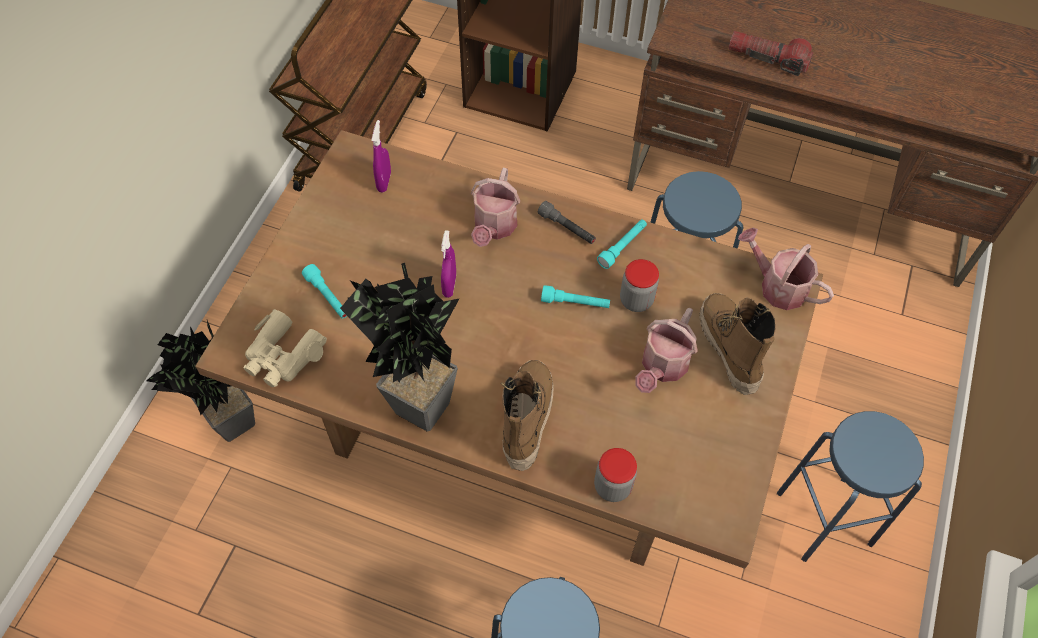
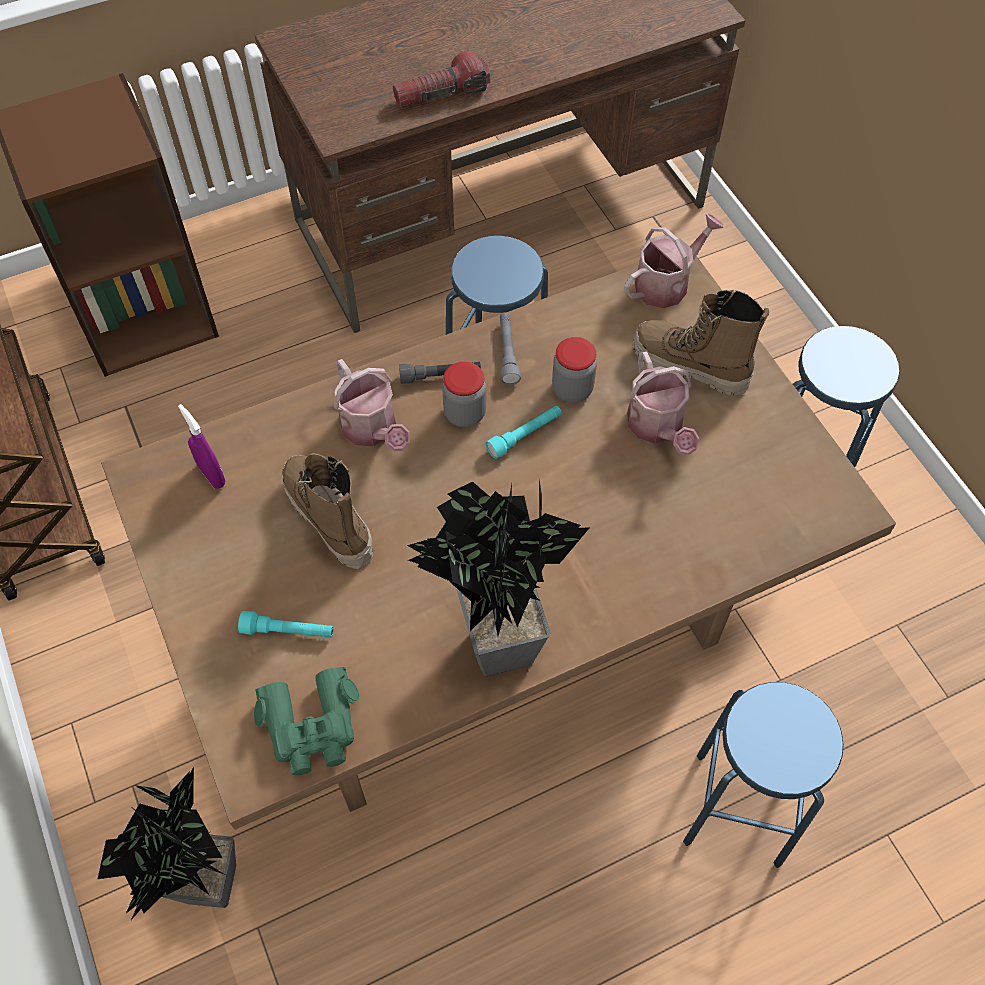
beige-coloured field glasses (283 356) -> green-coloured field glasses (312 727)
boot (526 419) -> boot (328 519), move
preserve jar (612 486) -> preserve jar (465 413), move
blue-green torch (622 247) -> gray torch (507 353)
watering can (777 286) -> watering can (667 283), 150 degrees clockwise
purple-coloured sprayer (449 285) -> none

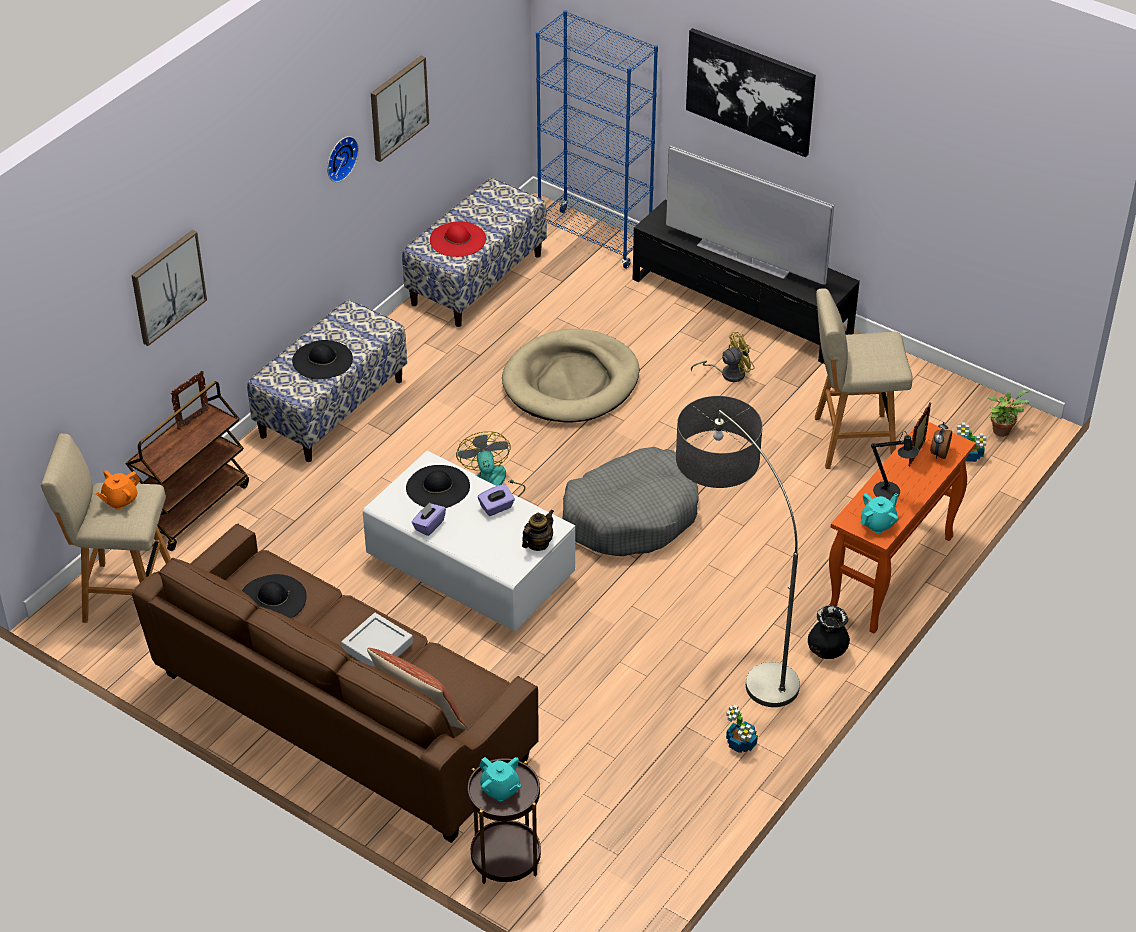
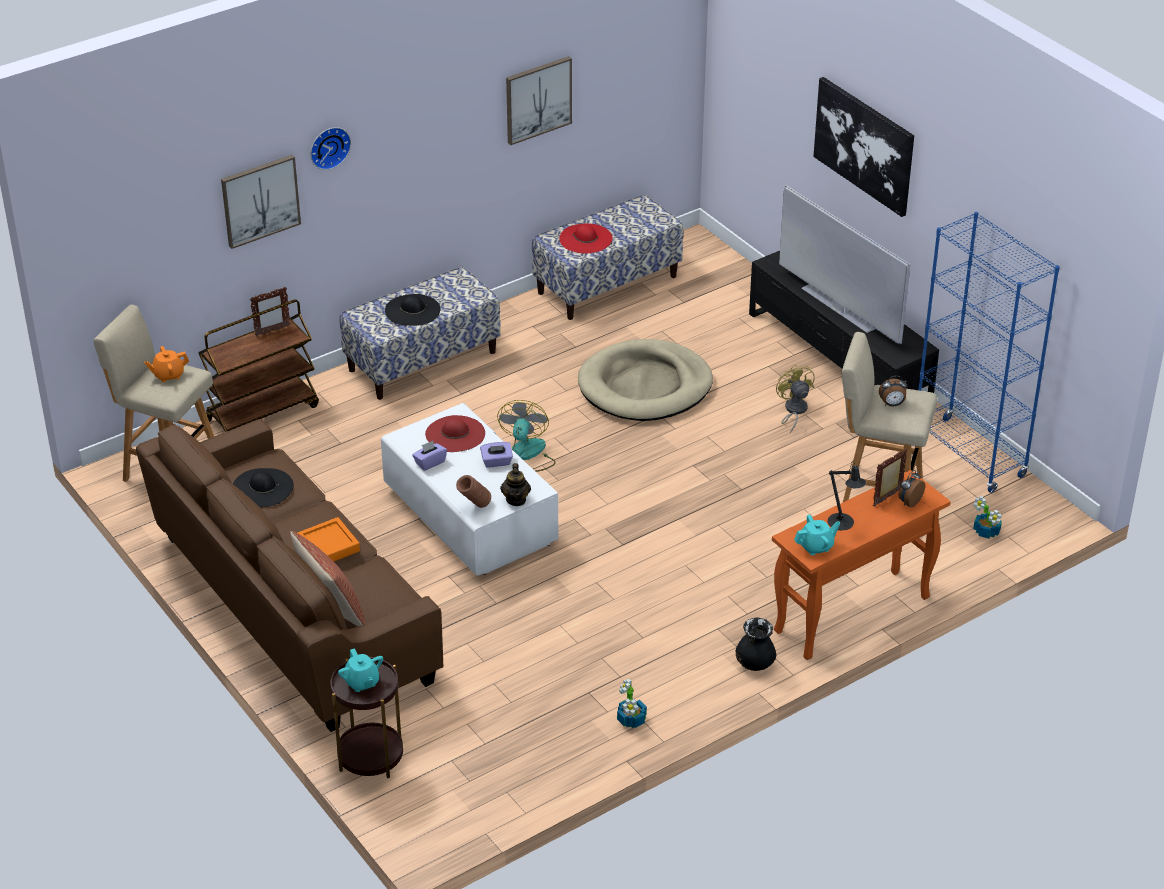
gray serving tray (377 646) -> orange-coloured serving tray (328 546)
clock on the wall (339 157) -> clock on the wall (328 146), move
black wearable hat (438 487) -> red-coloured wearable hat (455 434)
none -> brown-coloured flower vase (474 506)
pot for tea (538 544) -> pot for tea (516 499), 120 degrees clockwise
yellow-coloured cooling fan (728 373) -> yellow-coloured cooling fan (793 411), 105 degrees counterclockwise
none -> table clock (892 404)
blue-coloured bookshelf (595 239) -> blue-coloured bookshelf (969 455), move
gray dog cushion (632 515) -> none
standing lamp (728 649) -> none
plant in a pot (1002 429) -> none

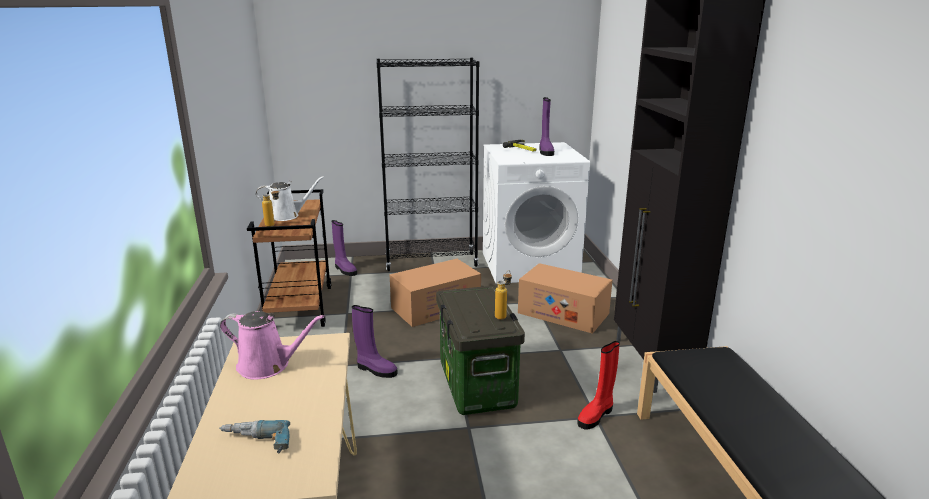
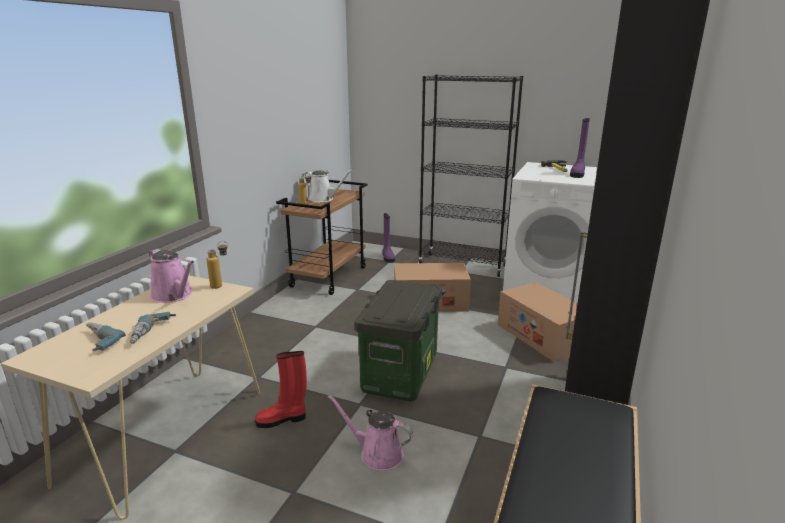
none -> drill (153 333)
beverage bottle (503 315) -> beverage bottle (221 285), move
red-coloured boot (596 415) -> red-coloured boot (282 419), move
none -> pinkish watering can (377 454)
purple-coloured boot (375 370) -> none

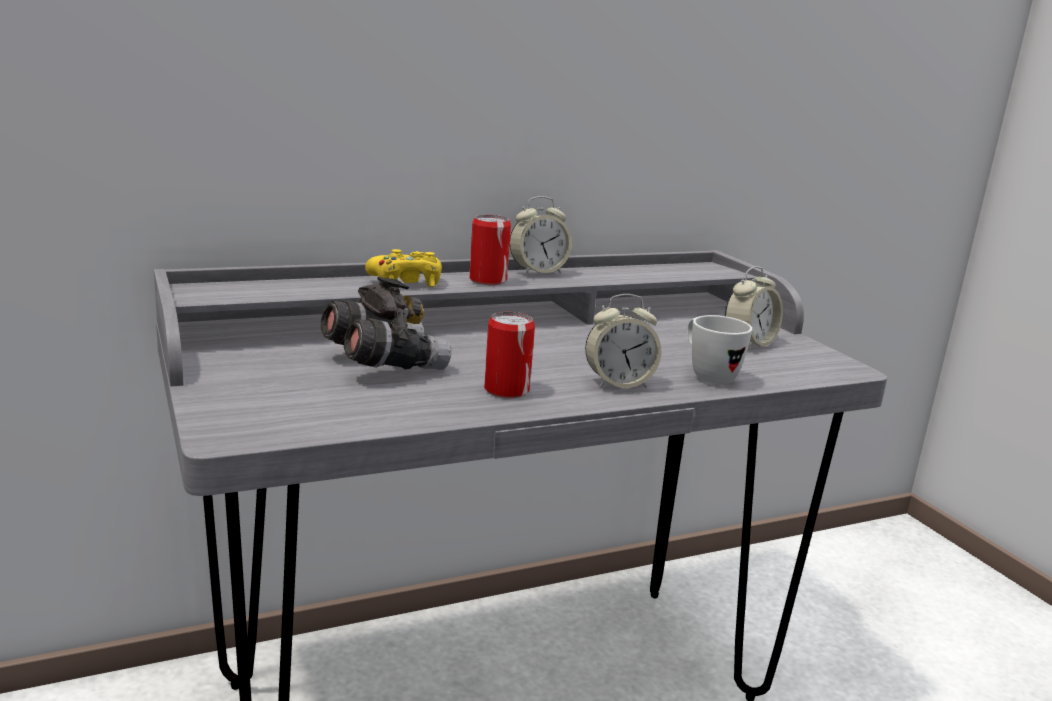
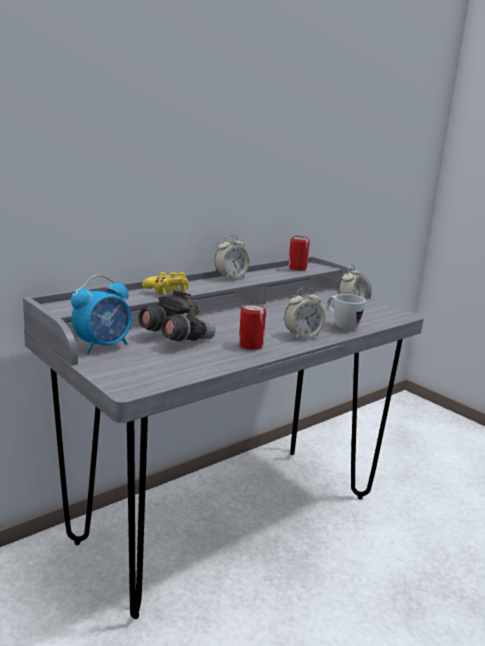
none -> table clock (103 346)
metal can (488 280) -> metal can (297 268), move

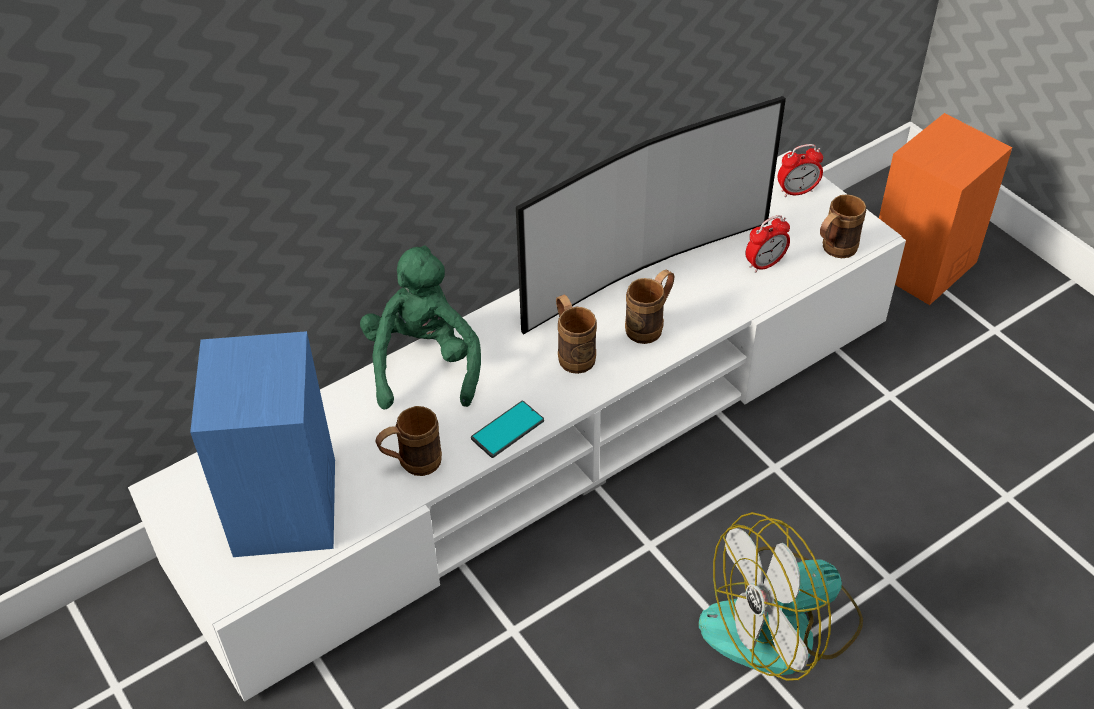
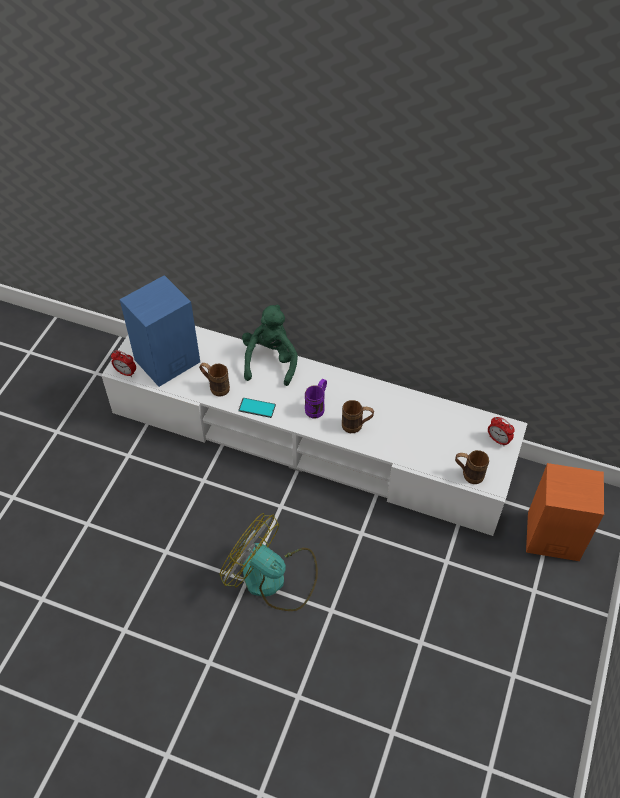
table clock (765 264) -> table clock (126 372), move
green-coloured plush toy (424 364) -> green-coloured plush toy (270 361), 45 degrees counterclockwise
brown-coloured coffee mug (572 353) -> purple-coloured coffee mug (317 407)
TV (642 269) -> none

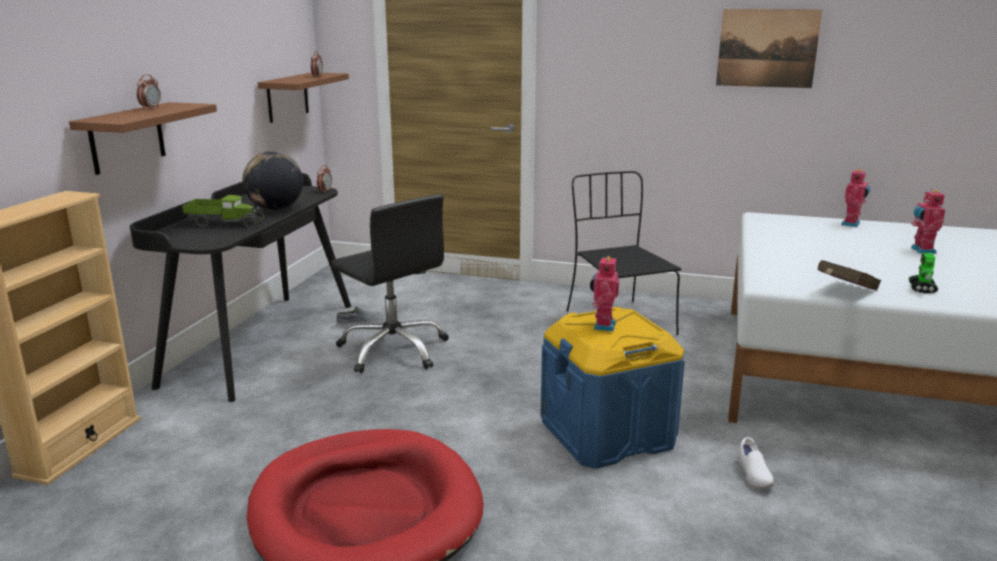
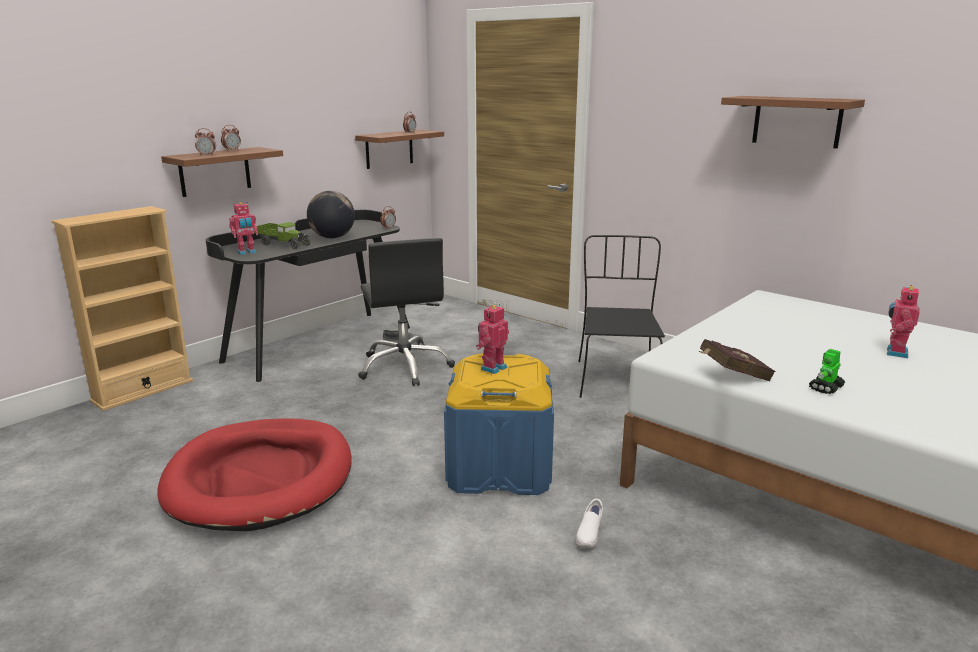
none -> table clock (207 155)
model robot (852 224) -> model robot (246 252), move
wall picture (767 48) -> brown-coloured wall shelf (797 121)

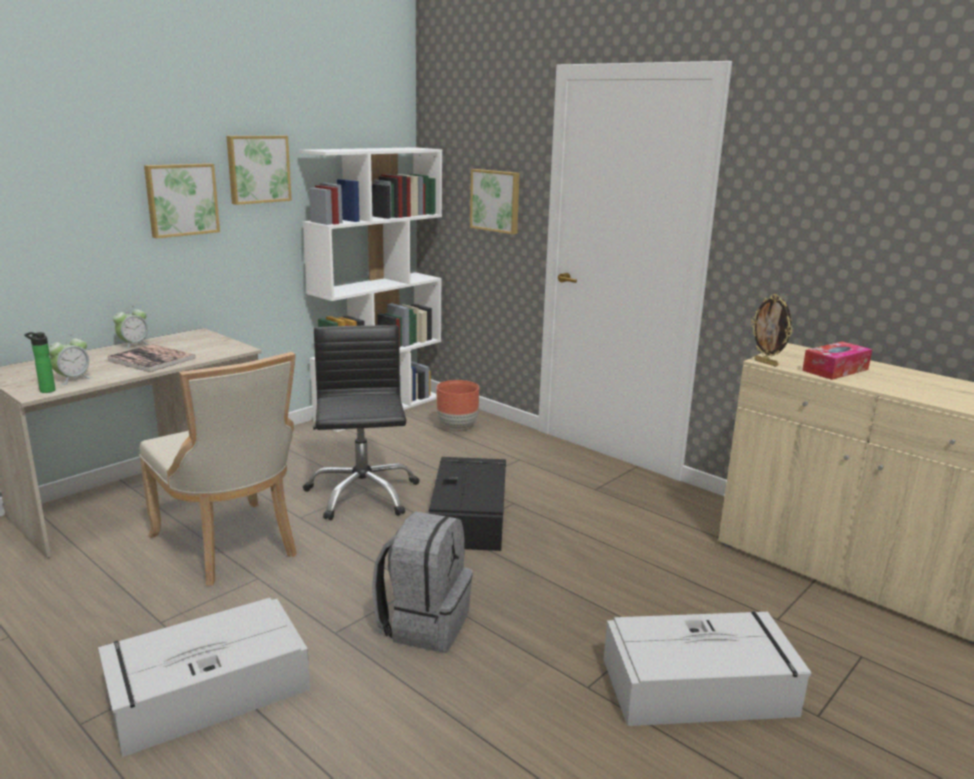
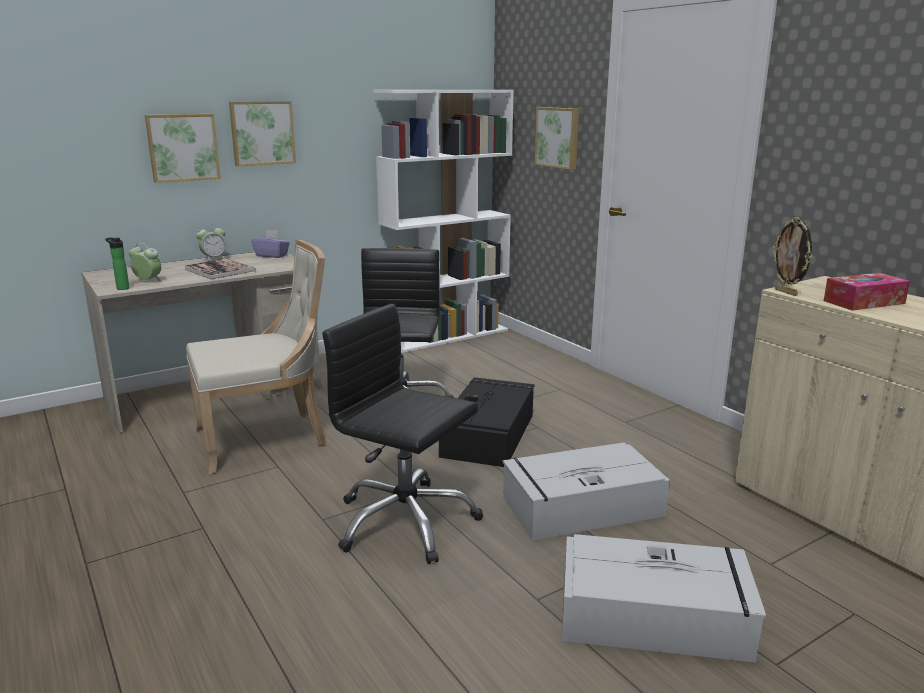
table clock (72 379) -> table clock (148 281), 120 degrees counterclockwise
wall picture (258 169) -> wall picture (182 147), move
beige-coloured upright chair (230 546) -> beige-coloured upright chair (266 438), 90 degrees counterclockwise
none -> purple-coloured tissue holder (272 255)
gray knapsack (424 623) -> black office chair (405 522)
gray storage bin (205 692) -> gray storage bin (580 507), move
brown-coloured planter (457 427) -> none

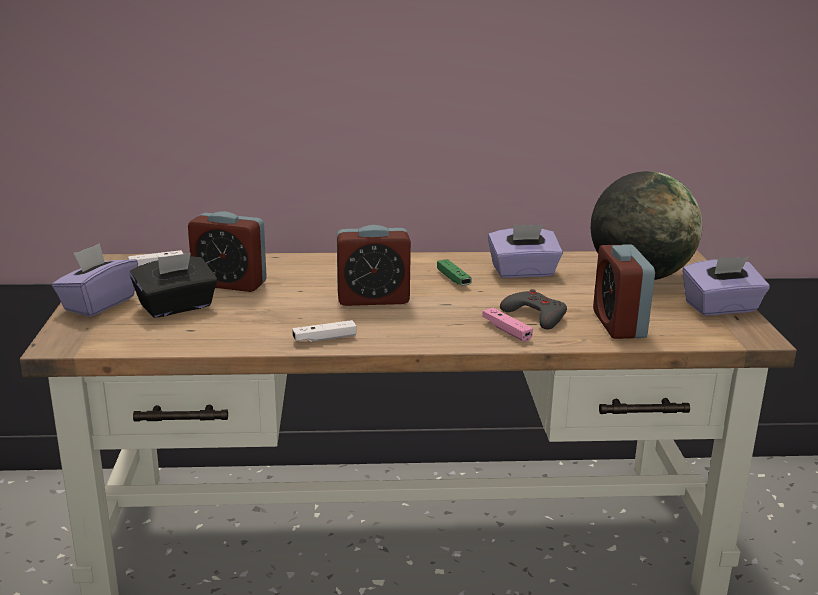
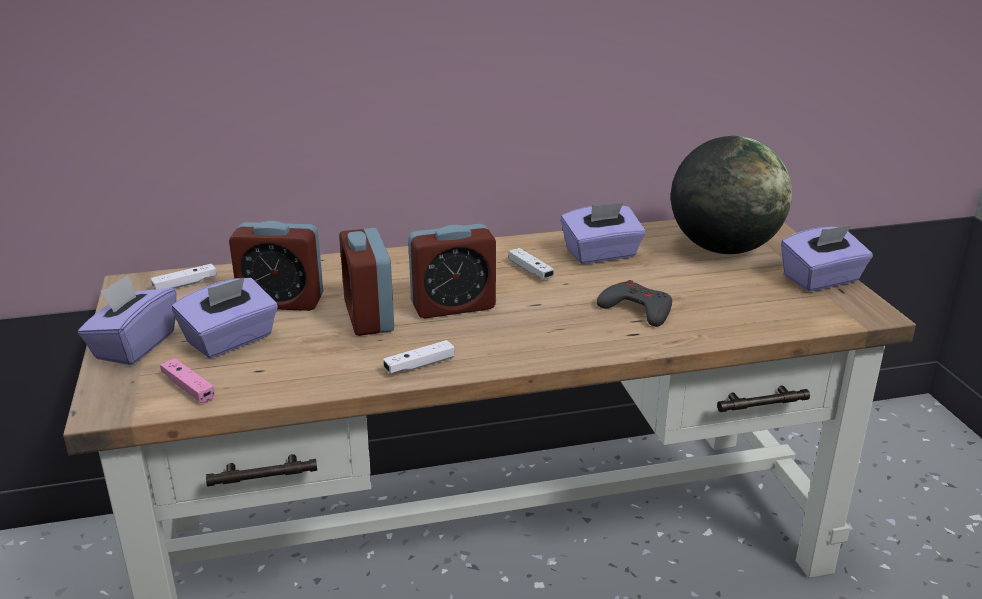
pinkish gamepad (506 330) -> pinkish gamepad (188 388), move
black tissue holder (176 307) -> purple-coloured tissue holder (231 340)
table clock (618 325) -> table clock (368 316), move
green-coloured gamepad (453 279) -> white gamepad (530 270)

